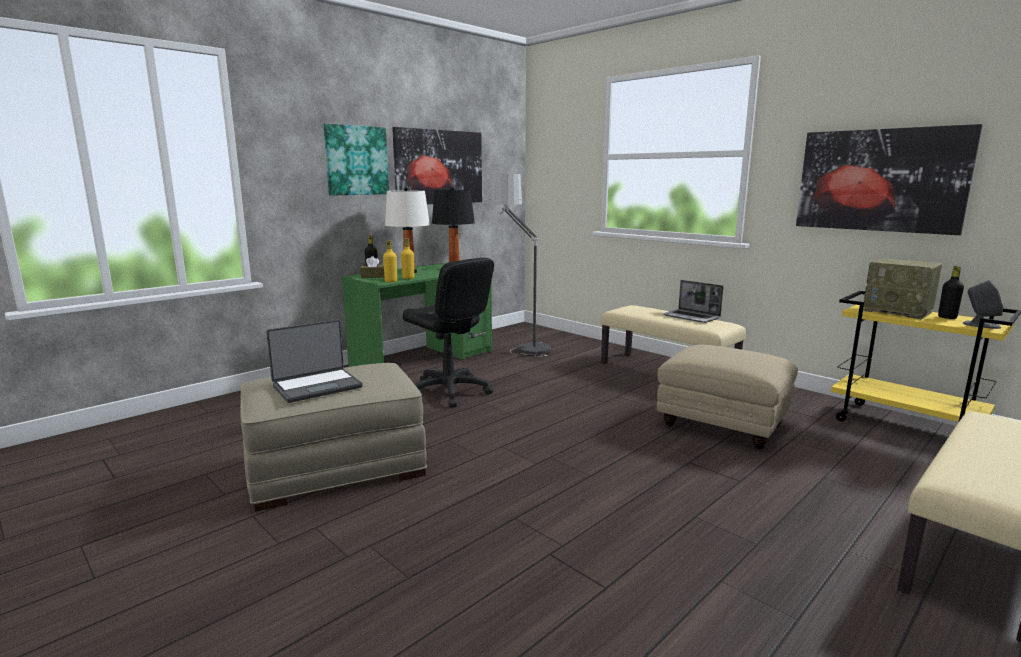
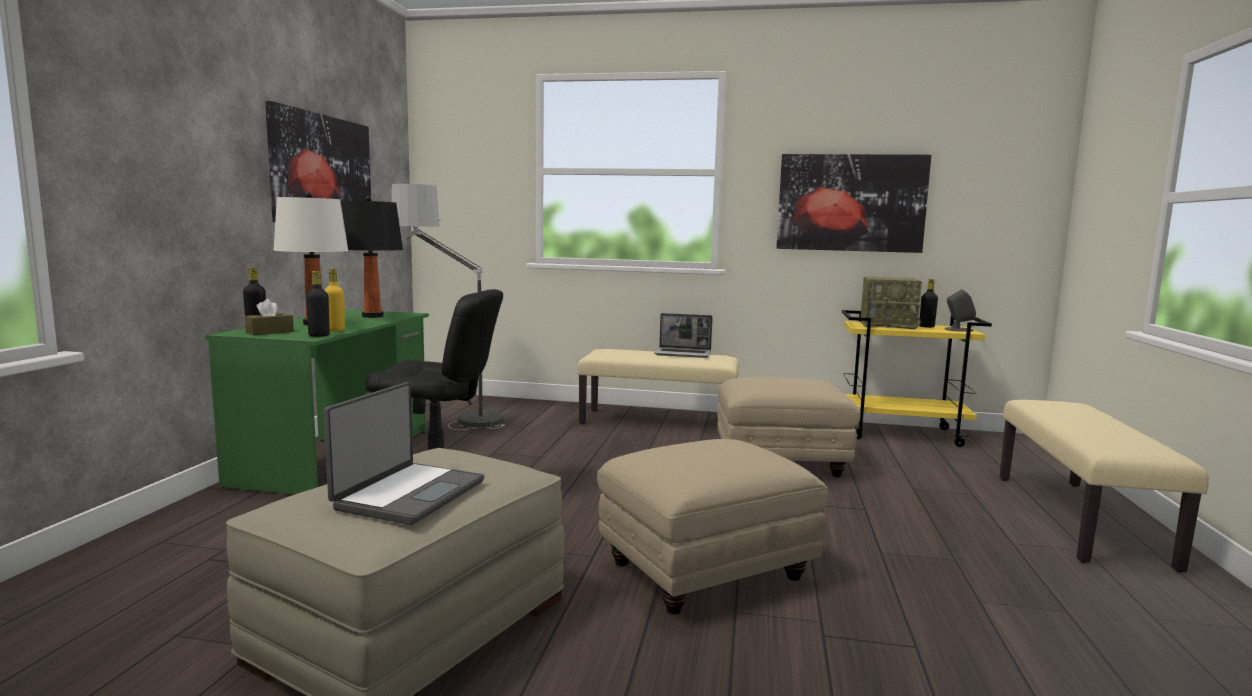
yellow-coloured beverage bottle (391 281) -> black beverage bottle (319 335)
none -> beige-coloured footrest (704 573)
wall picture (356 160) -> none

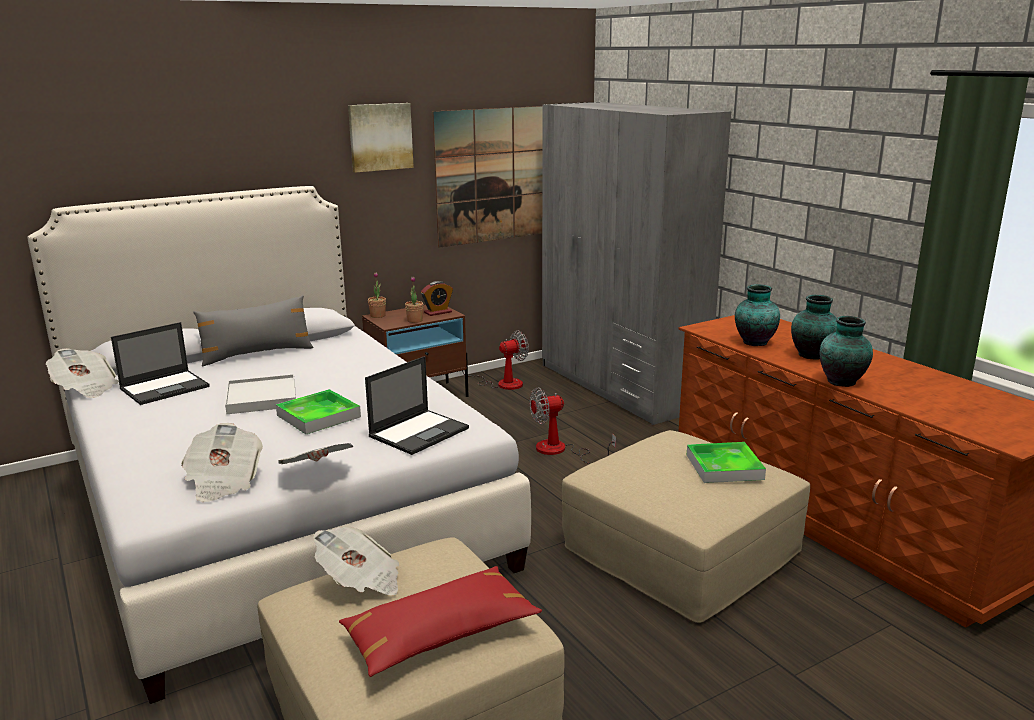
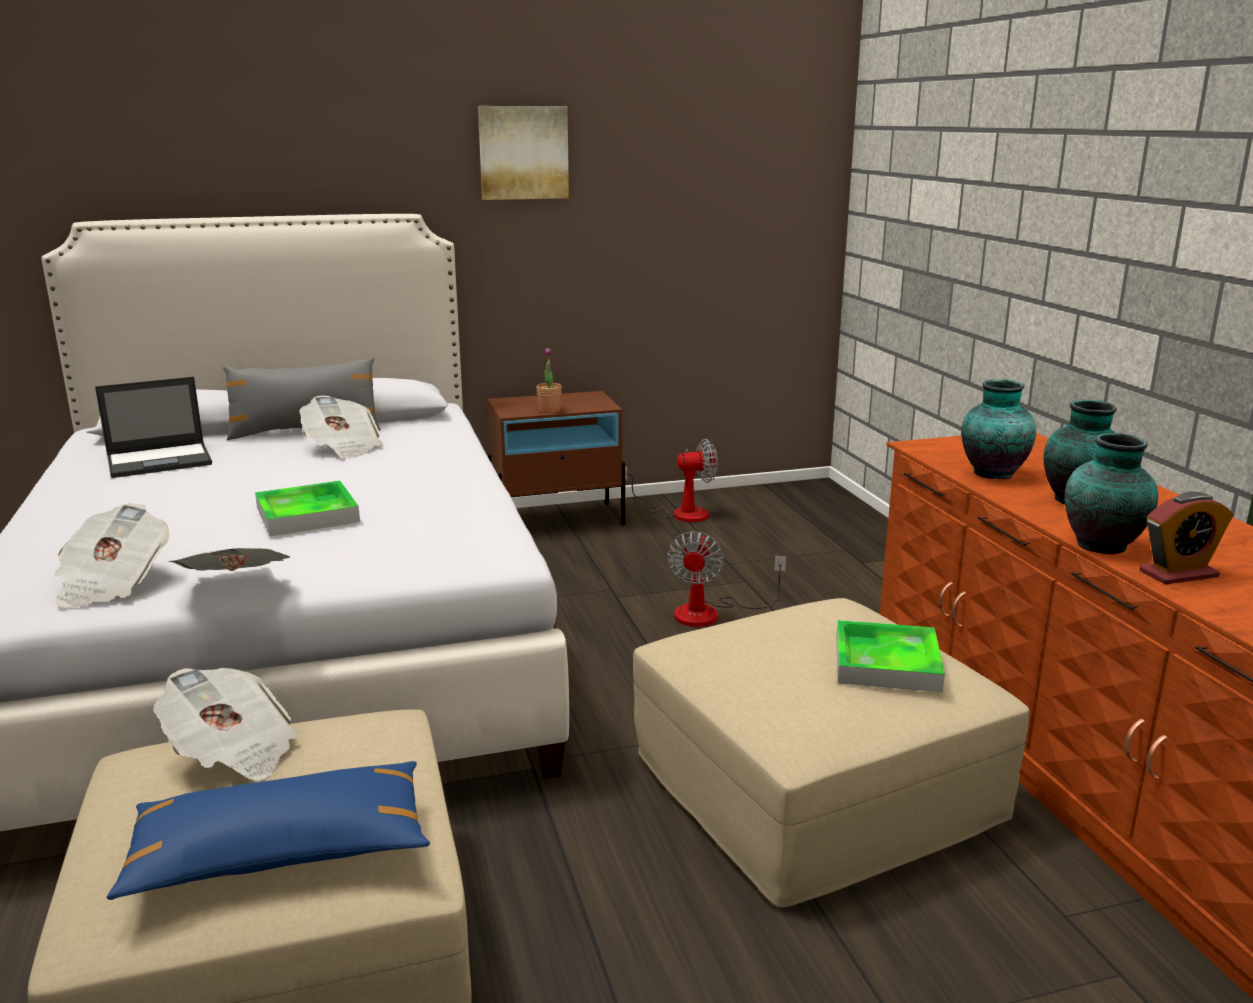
red-coloured pillow (440 634) -> blue-coloured pillow (281 852)
daily paper (85 388) -> daily paper (342 448), move
cooling fan (560 451) -> cooling fan (711 613), 75 degrees counterclockwise
table clock (438 312) -> table clock (1178 574), move
white serving tray (262 398) -> none
portable computer (419 432) -> none
plant in a pot (377 316) -> none
wall picture (493 175) -> none
gray armoire (620 386) -> none

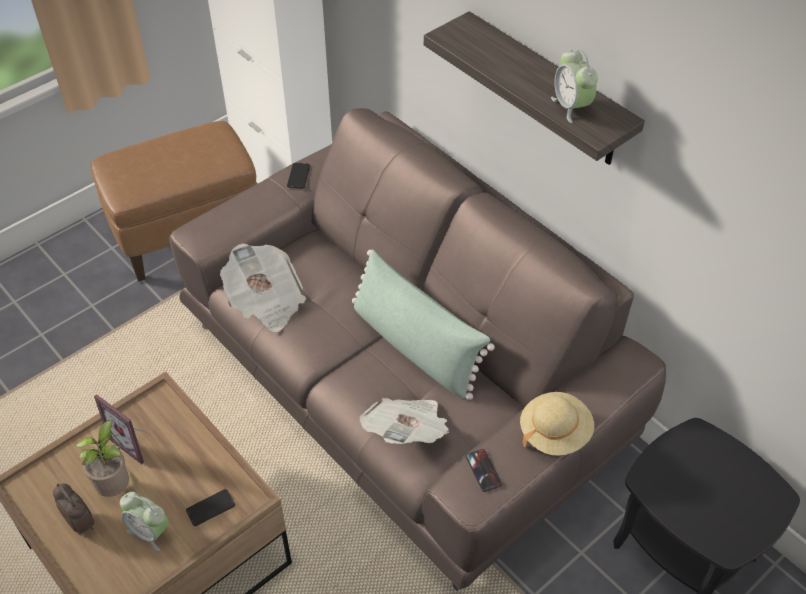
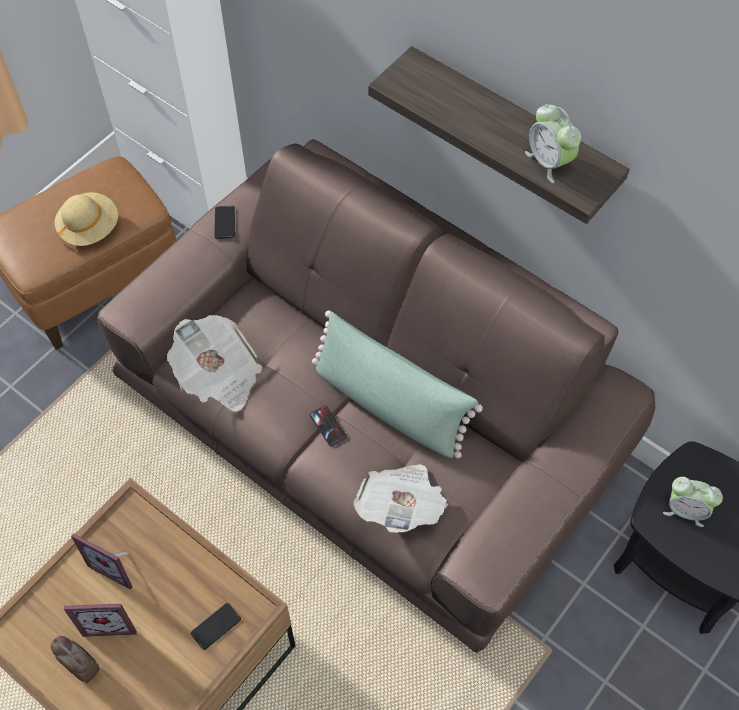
beige-coloured wearable hat (554 433) -> beige-coloured wearable hat (89 228), move
plant in a pot (117 487) -> photo frame (110 620)
handset (483 470) -> handset (328 426), move
table clock (150 532) -> table clock (685 510), move

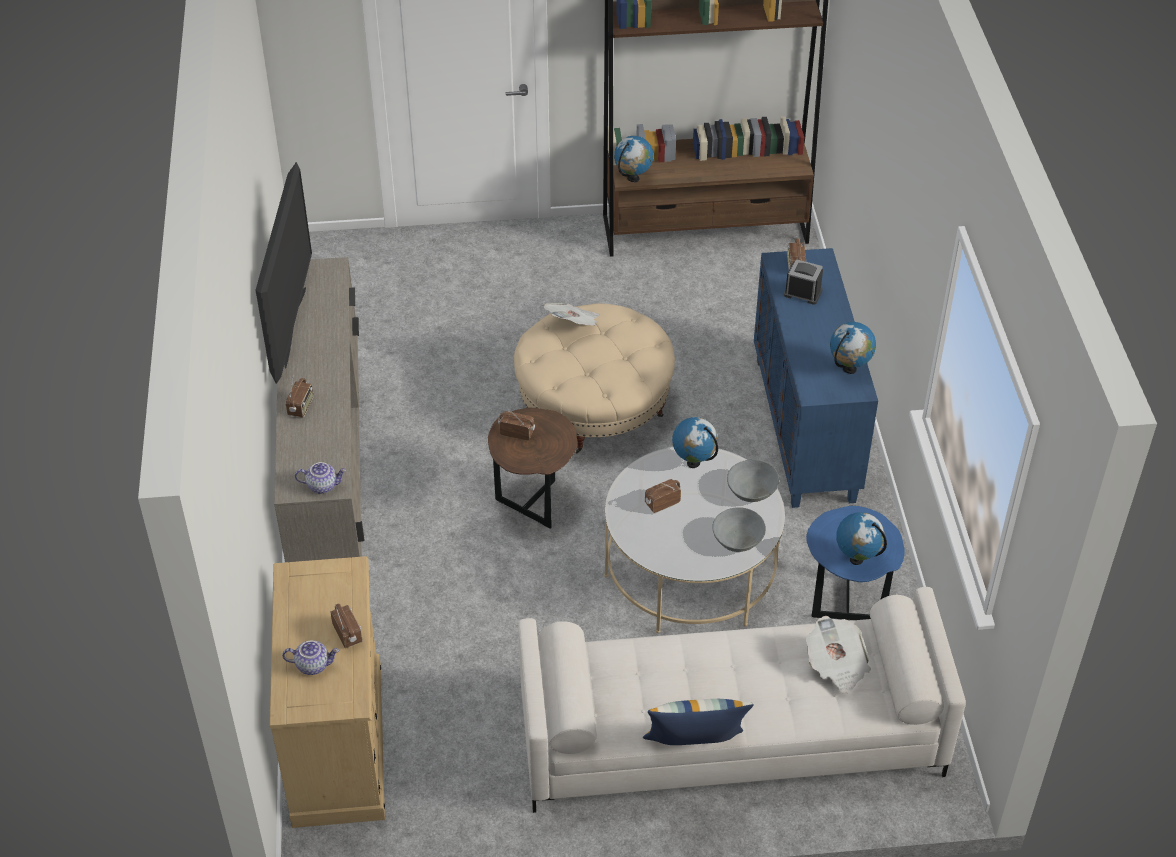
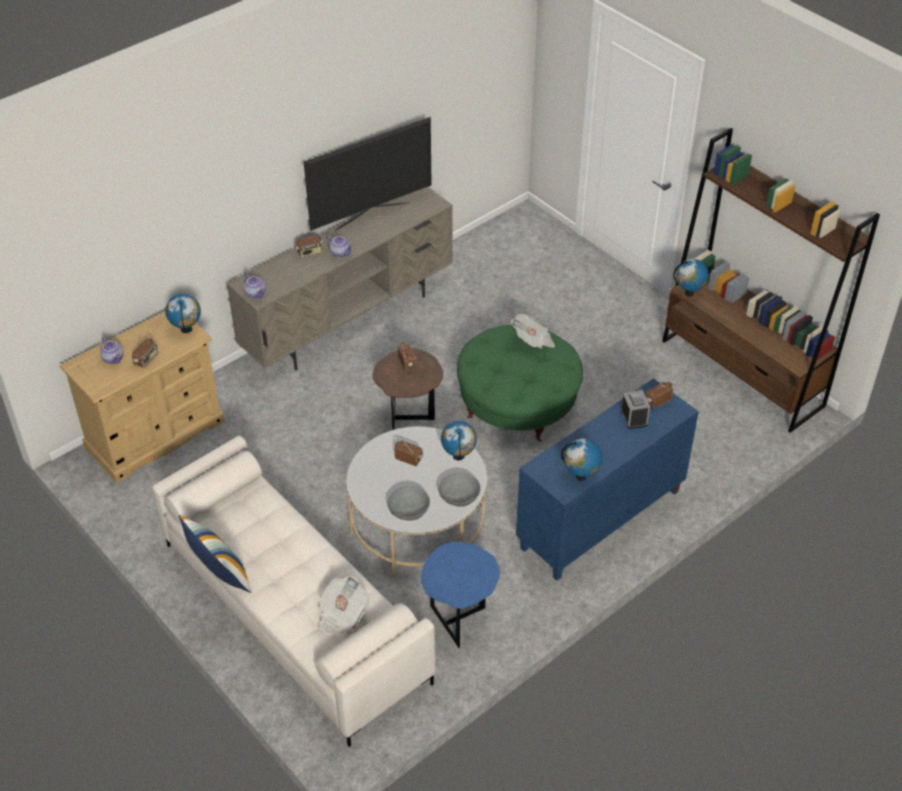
desk globe (856 559) -> desk globe (186 329), move
none -> pot for tea (340 253)
beige-coloured footrest (594 405) -> green-coloured footrest (518 404)

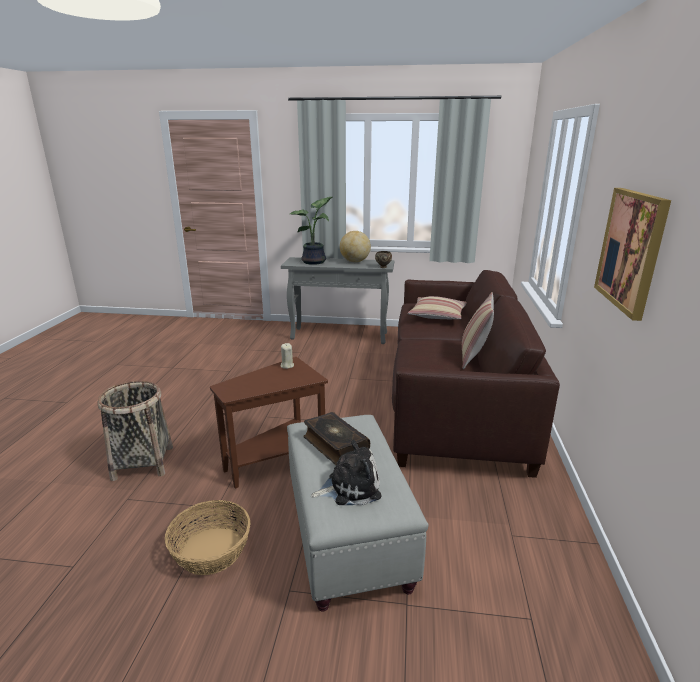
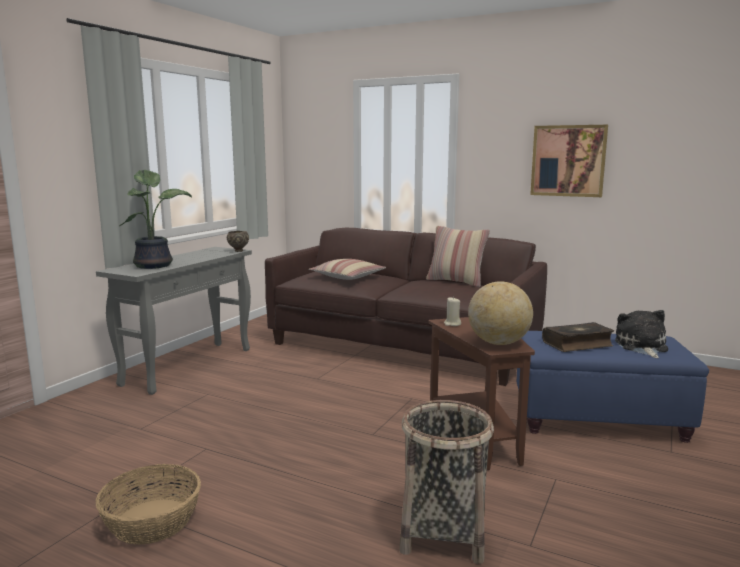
household basket (211 550) -> household basket (151 521), move
desk globe (355 261) -> desk globe (498 343), move
gray footrest (347 533) -> blue-coloured footrest (597 419)

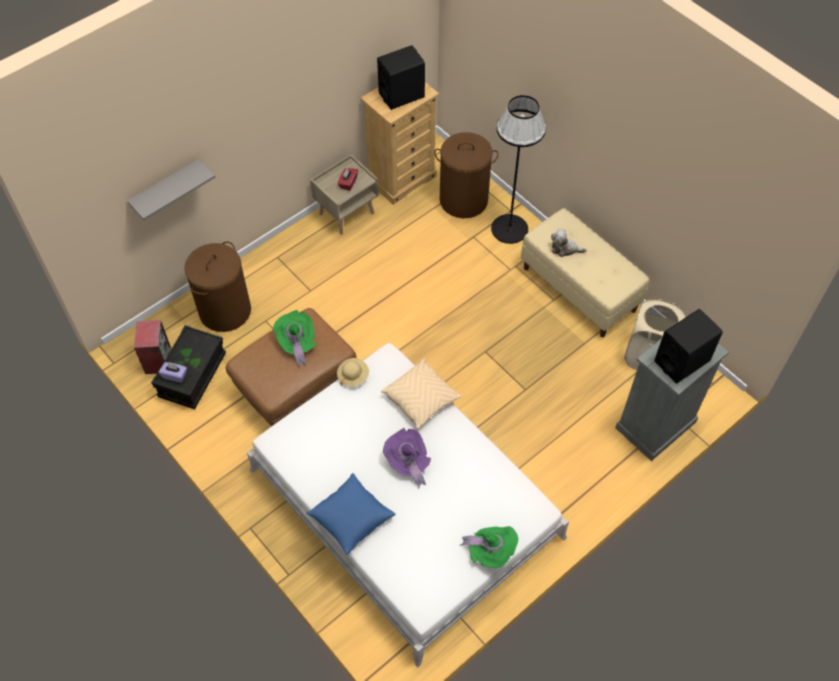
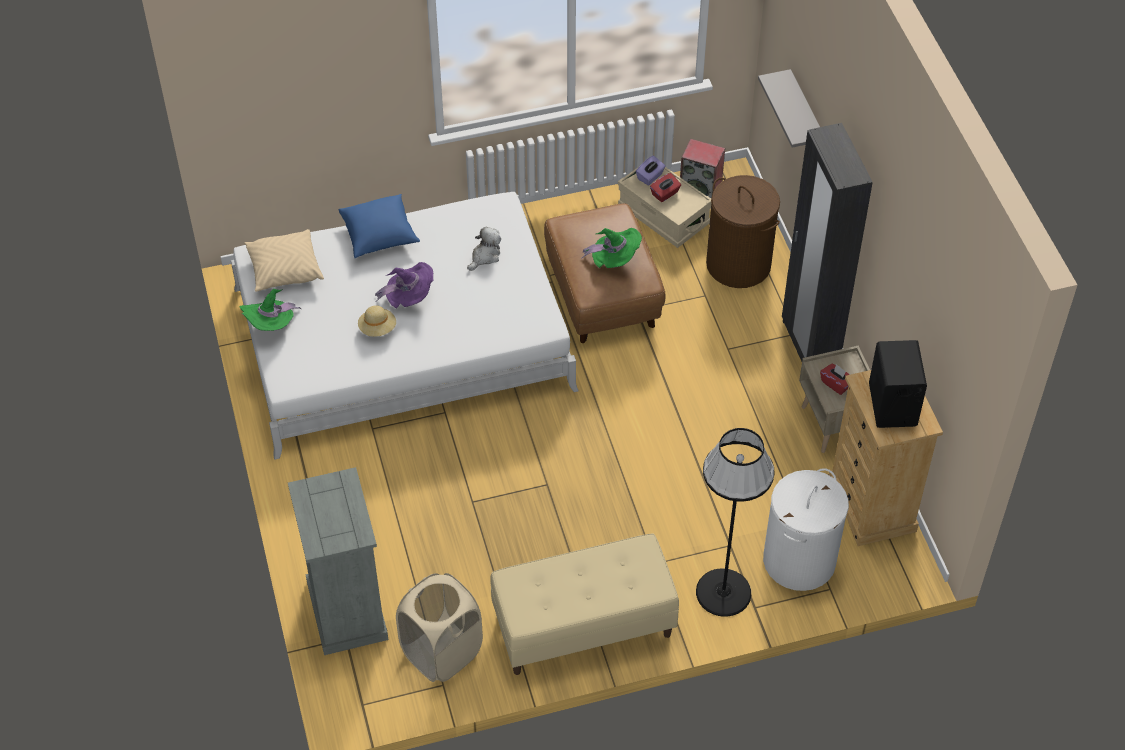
beige-coloured pillow (421 399) -> beige-coloured pillow (284 269), move
beige-coloured wearable hat (353 376) -> beige-coloured wearable hat (377 328), move
plush toy (565 249) -> plush toy (485 256), move
black storage bin (192 375) -> beige-coloured storage bin (663 215)
none -> red-coloured tissue holder (665 194)
brown-coloured laundry basket (463 200) -> white laundry basket (799 561)
none -> black armoire (808 347)
black audio speaker (682 361) -> none

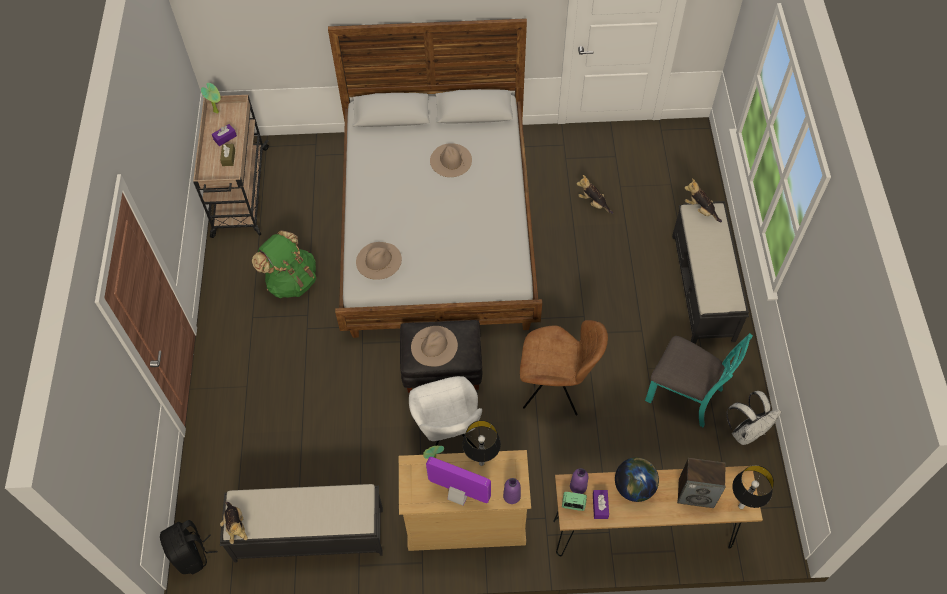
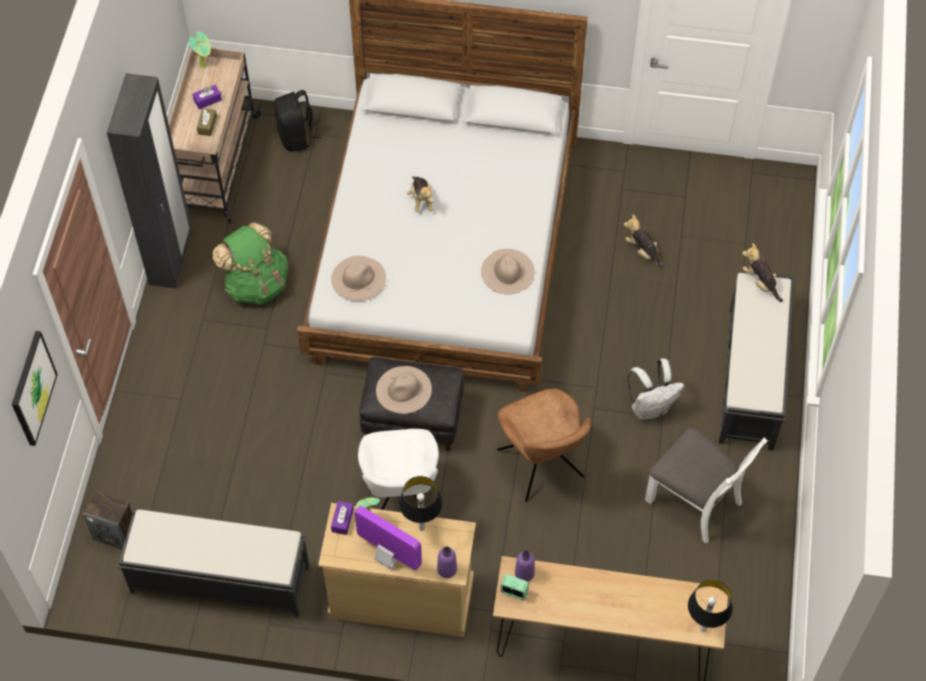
none -> wall picture (32 388)
audio speaker (696 493) -> audio speaker (116 533), move
none -> black armoire (171 258)
black knapsack (192 554) -> black knapsack (297 137), move
purple-coloured tissue holder (600 506) -> purple-coloured tissue holder (342 520), move
plush toy (236 526) -> plush toy (421 200), move
beige-coloured wearable hat (450 160) -> beige-coloured wearable hat (507 271), move
brown-coloured upright chair (555 388) -> brown-coloured upright chair (541 466), 45 degrees clockwise
white knapsack (746 432) -> white knapsack (650 407), move
blue-green upright chair (685 394) -> white upright chair (695 501)
desk globe (634 487) -> none

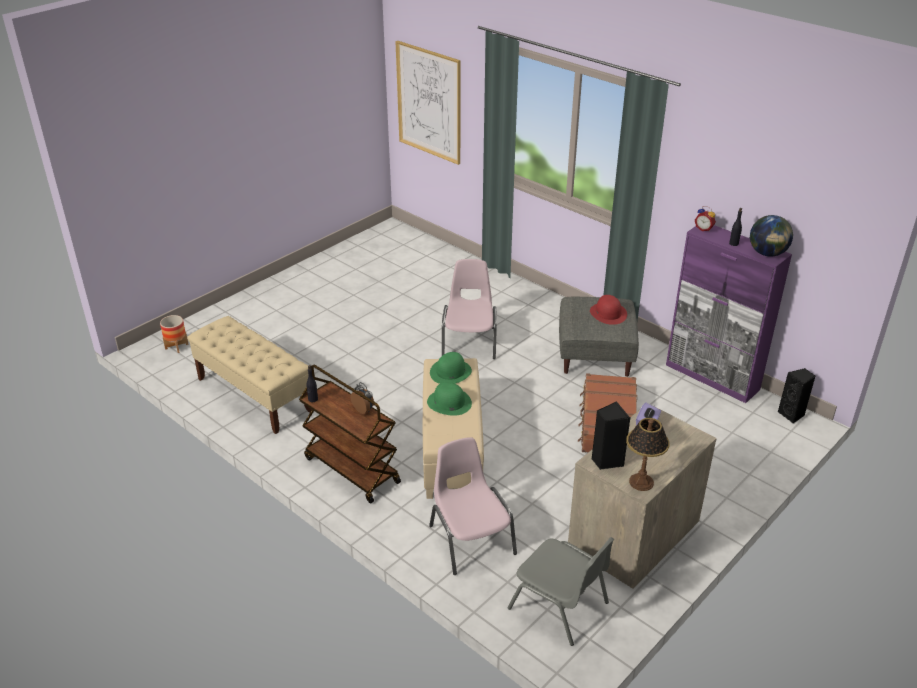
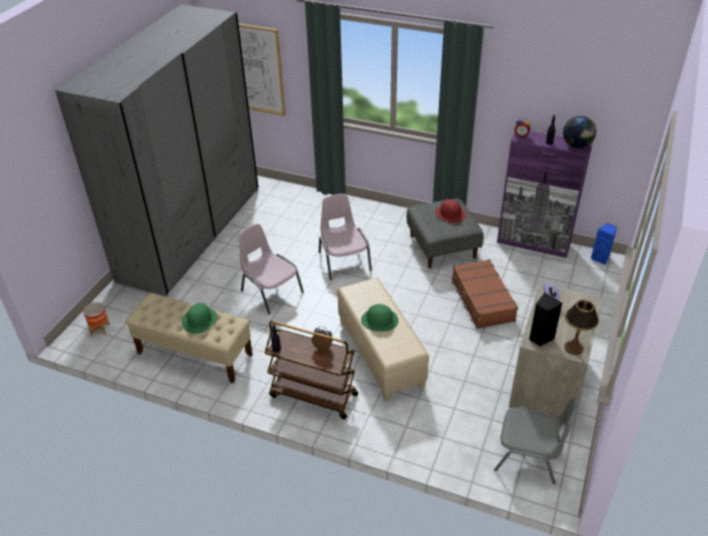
none -> gray armoire (191 232)
green-coloured wearable hat (450 372) -> green-coloured wearable hat (199 320), move
pinkish upright chair (471 539) -> pinkish upright chair (271 291), move
black audio speaker (792 415) -> blue-coloured audio speaker (601 258)

